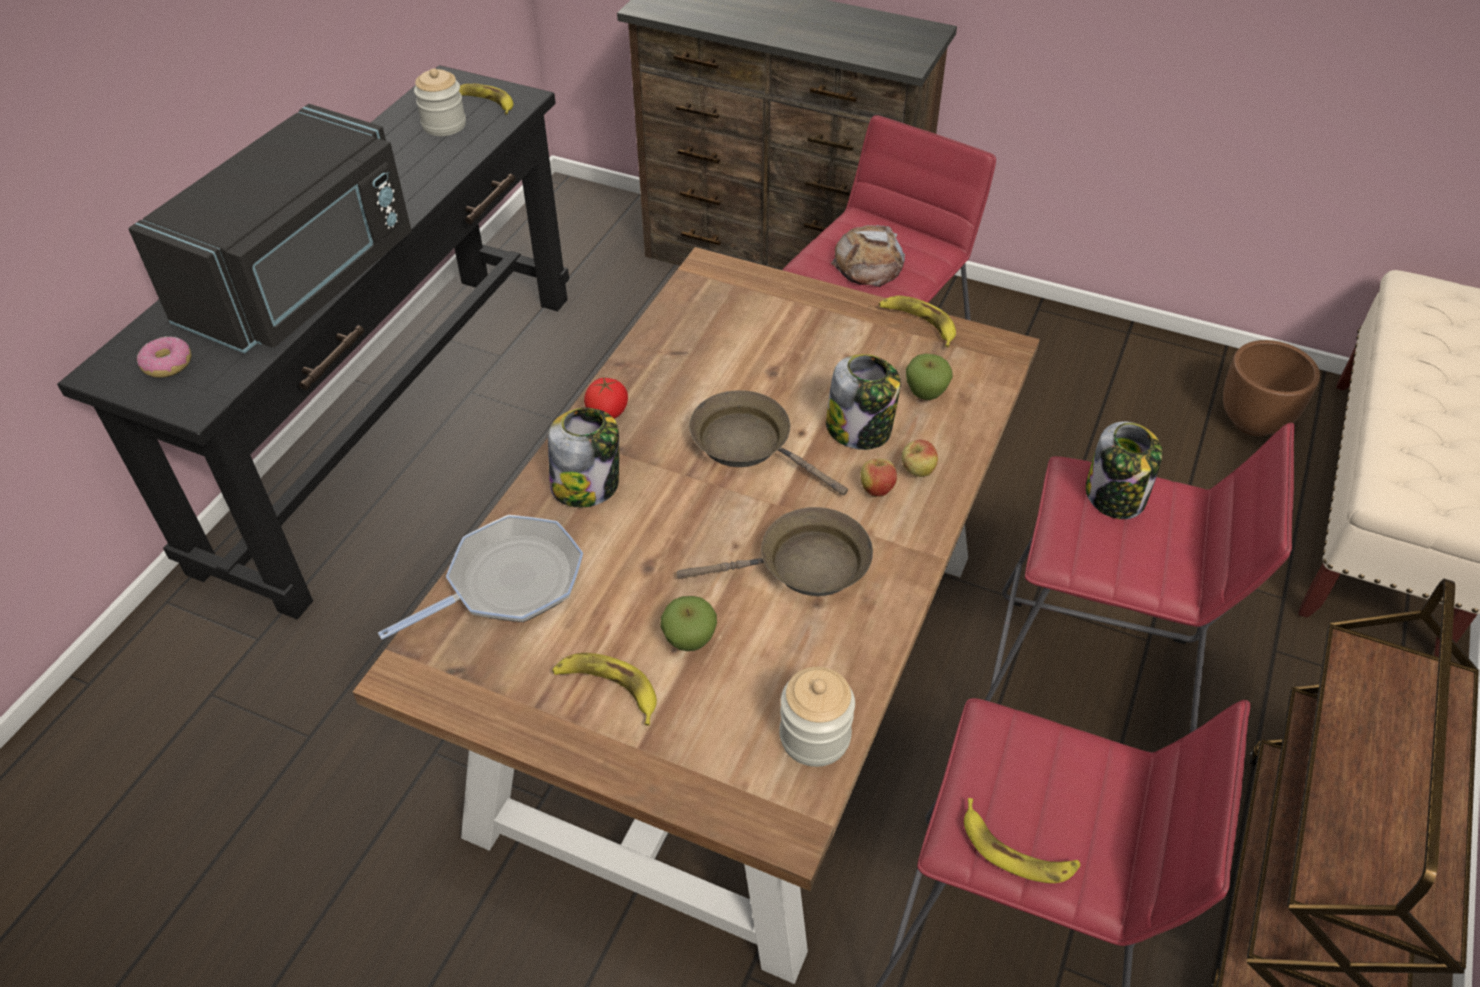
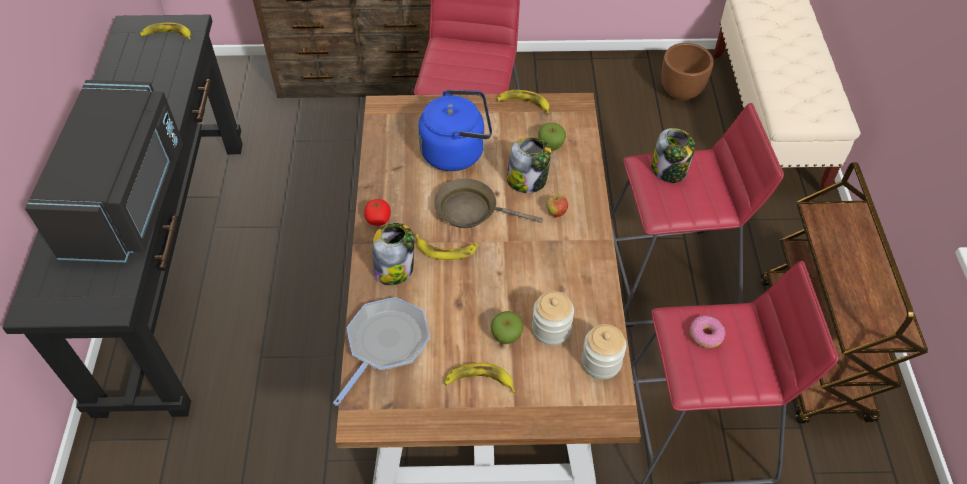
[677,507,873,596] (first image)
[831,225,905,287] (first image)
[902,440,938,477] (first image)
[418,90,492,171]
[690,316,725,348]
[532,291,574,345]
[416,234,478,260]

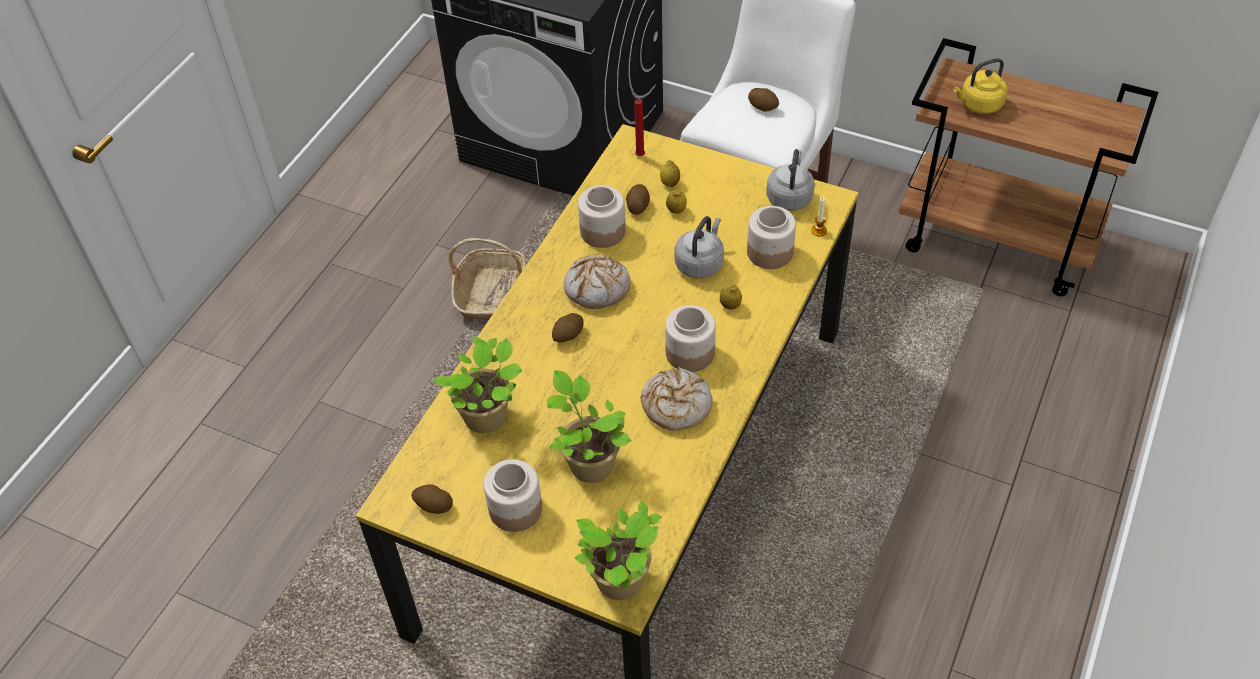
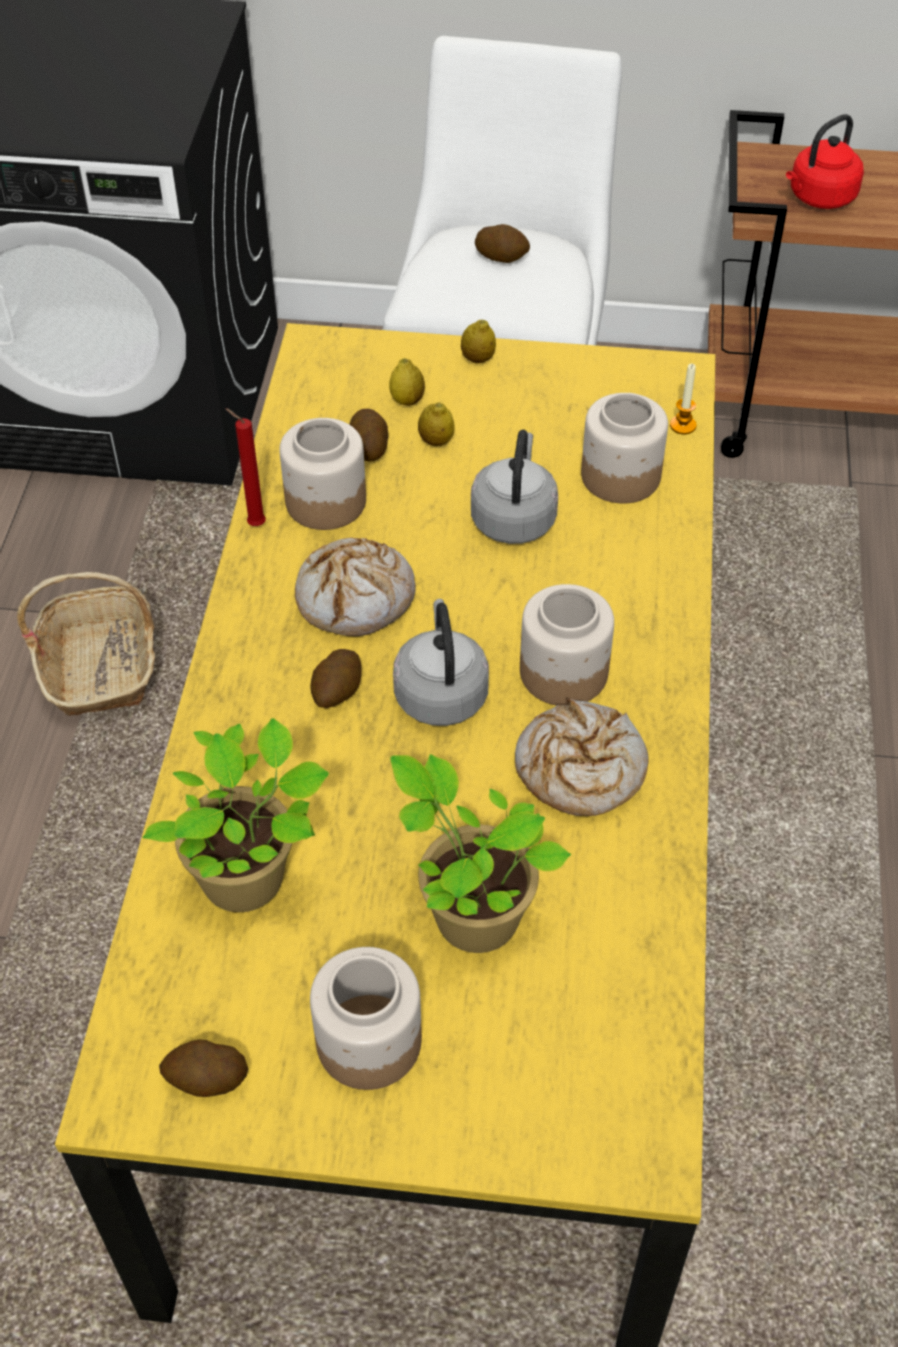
[575,501,662,600] (first image)
[225,408,266,526]
[461,319,496,363]
[393,599,489,726]
[786,114,864,209]

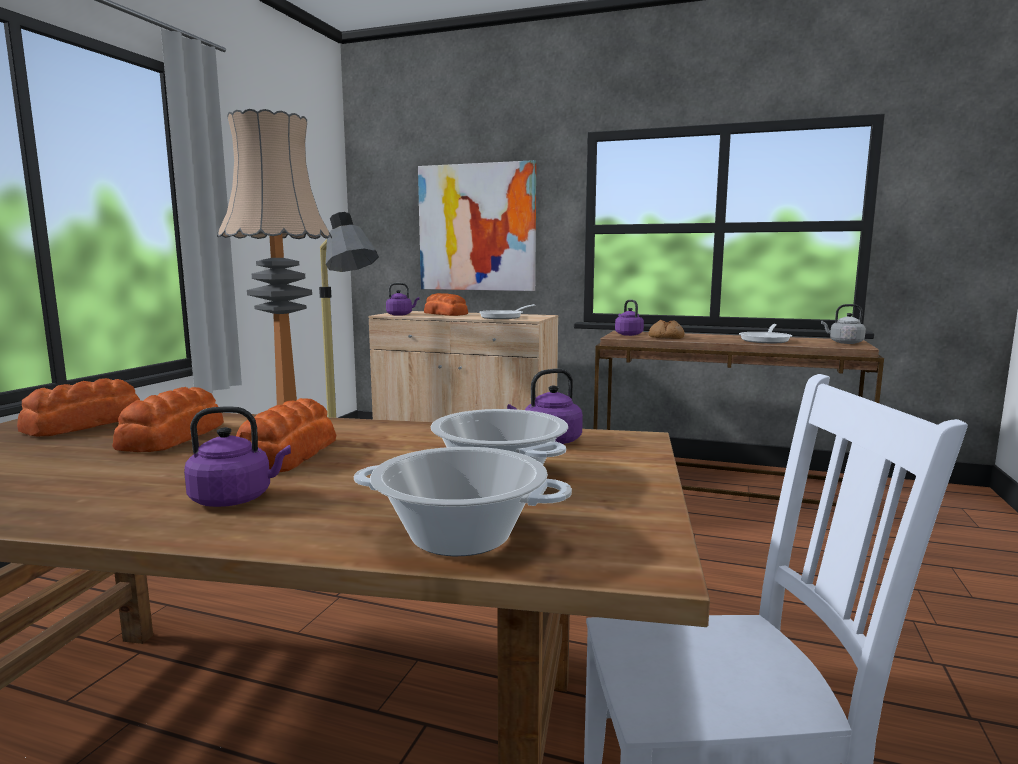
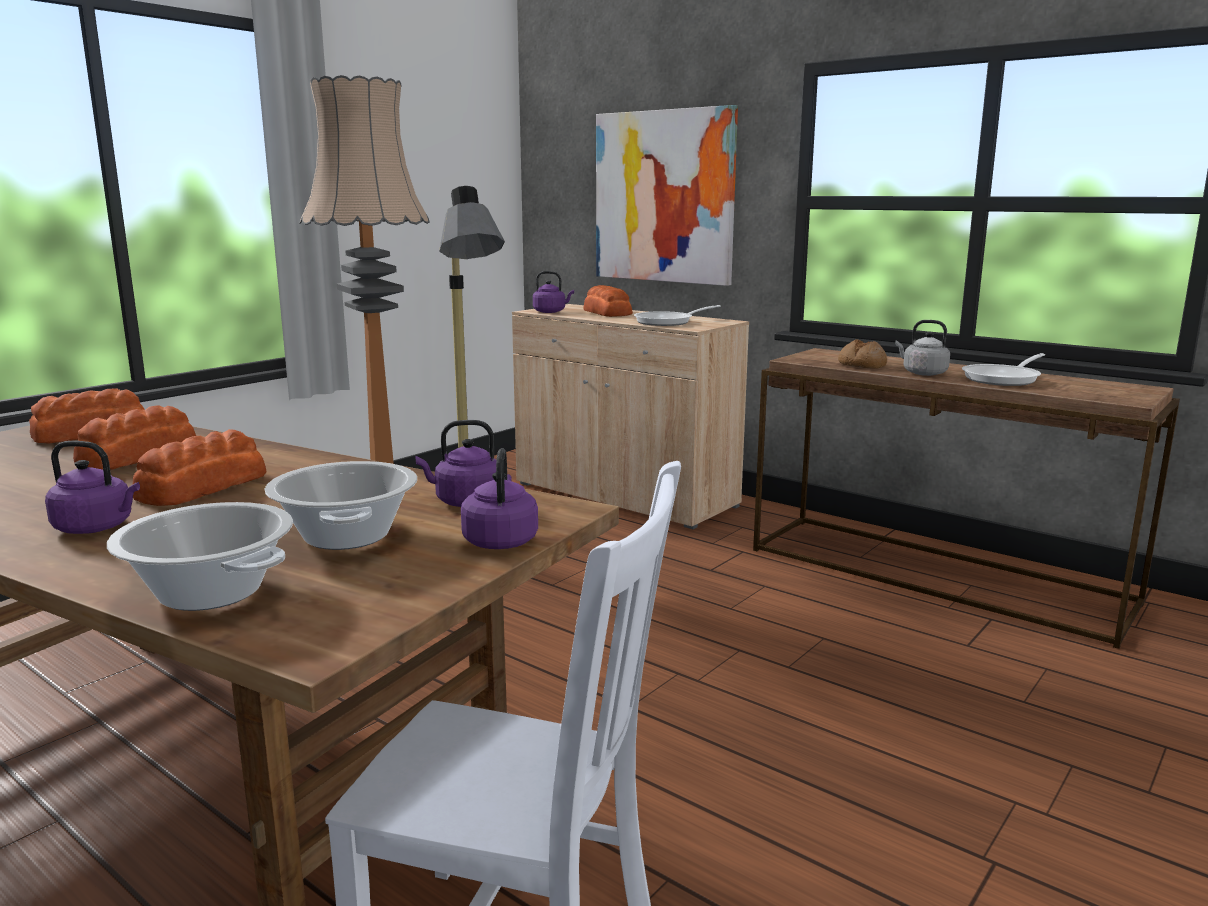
[461,449,538,549]
[895,320,950,376]

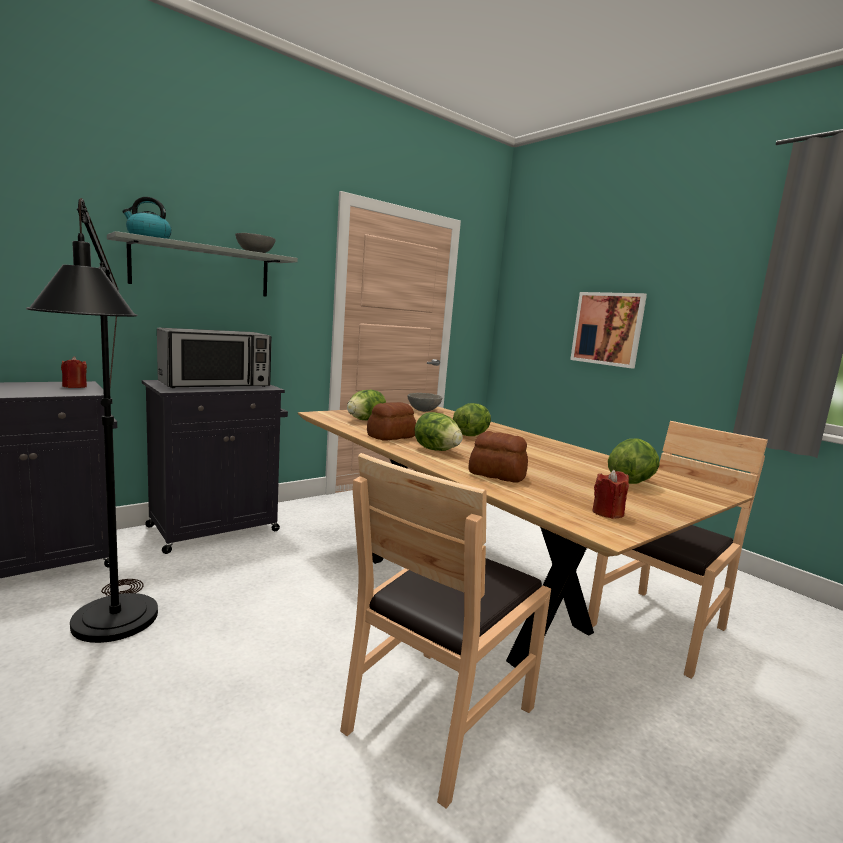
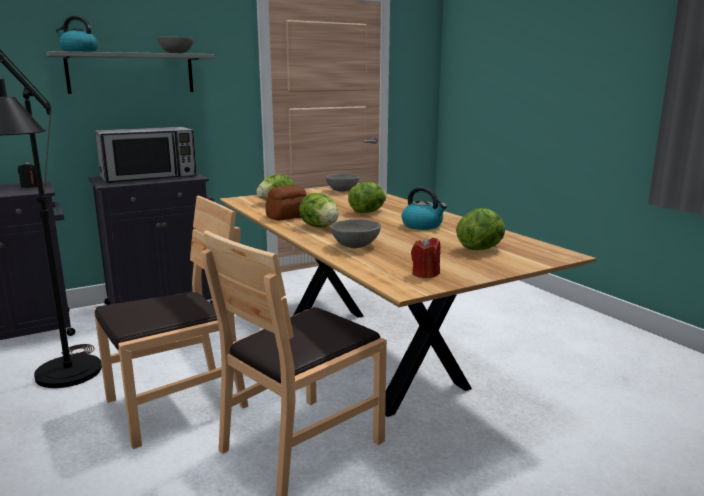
[570,292,647,368] (first image)
[402,187,447,230]
[94,196,249,449]
[330,219,381,248]
[18,161,38,188]

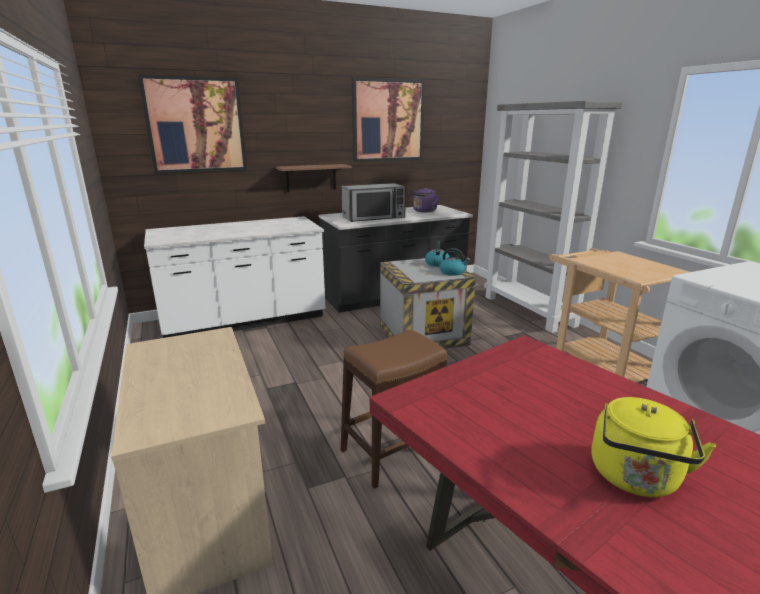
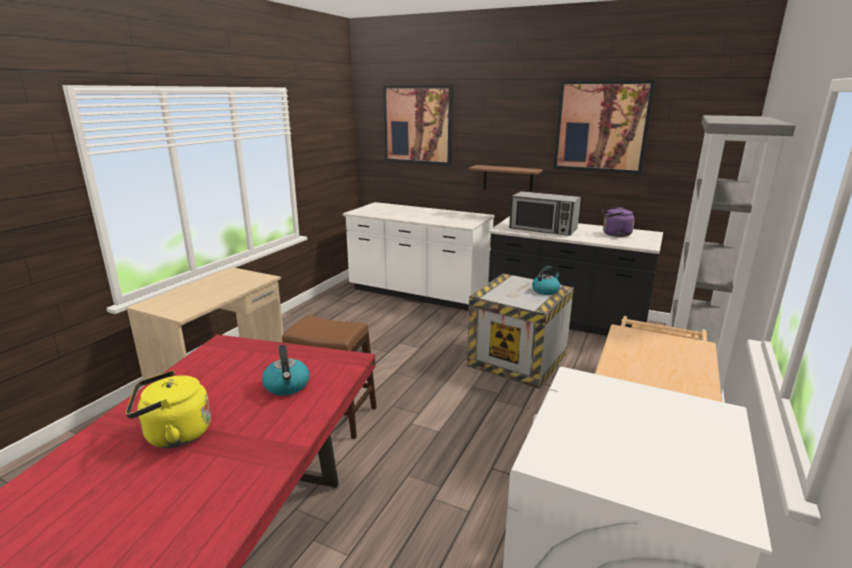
[262,345,309,396]

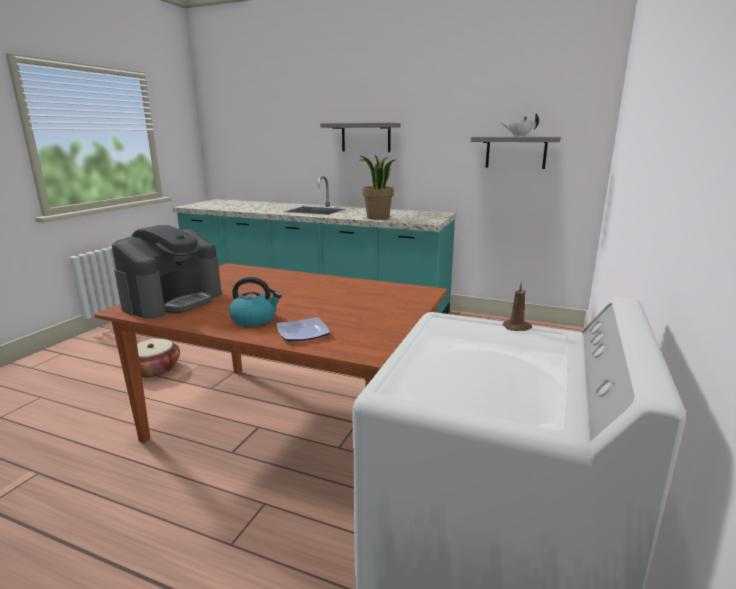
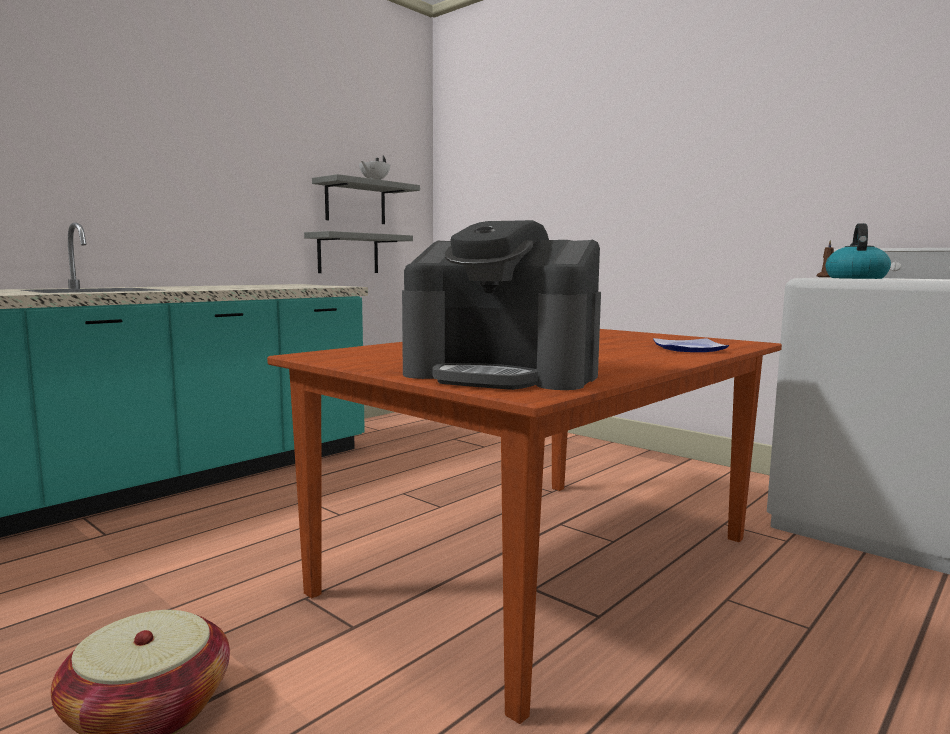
[359,155,397,220] (first image)
[826,223,891,279]
[304,231,413,273]
[402,220,601,390]

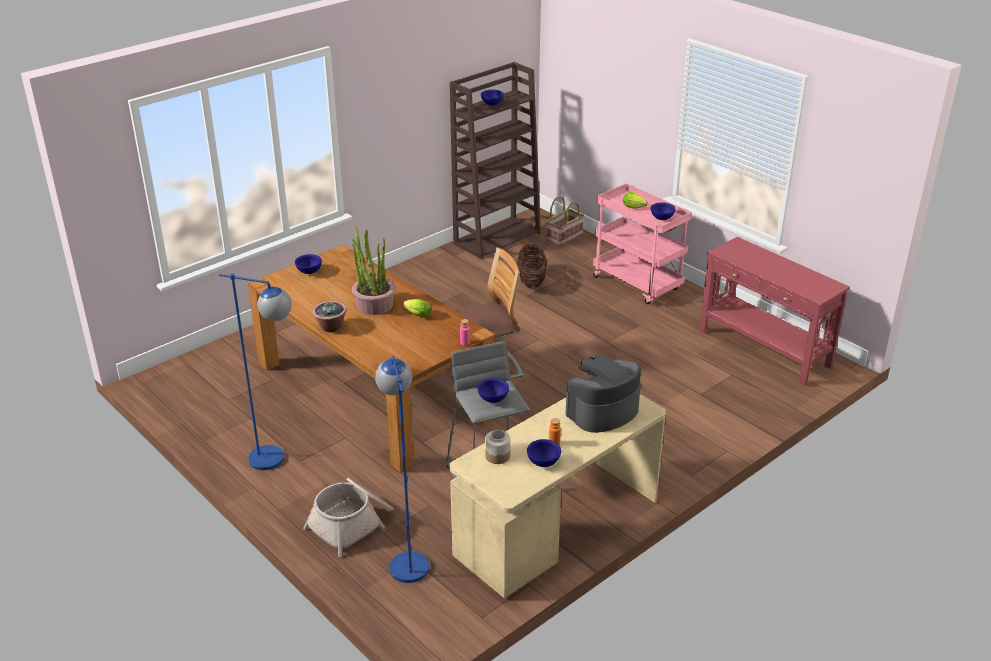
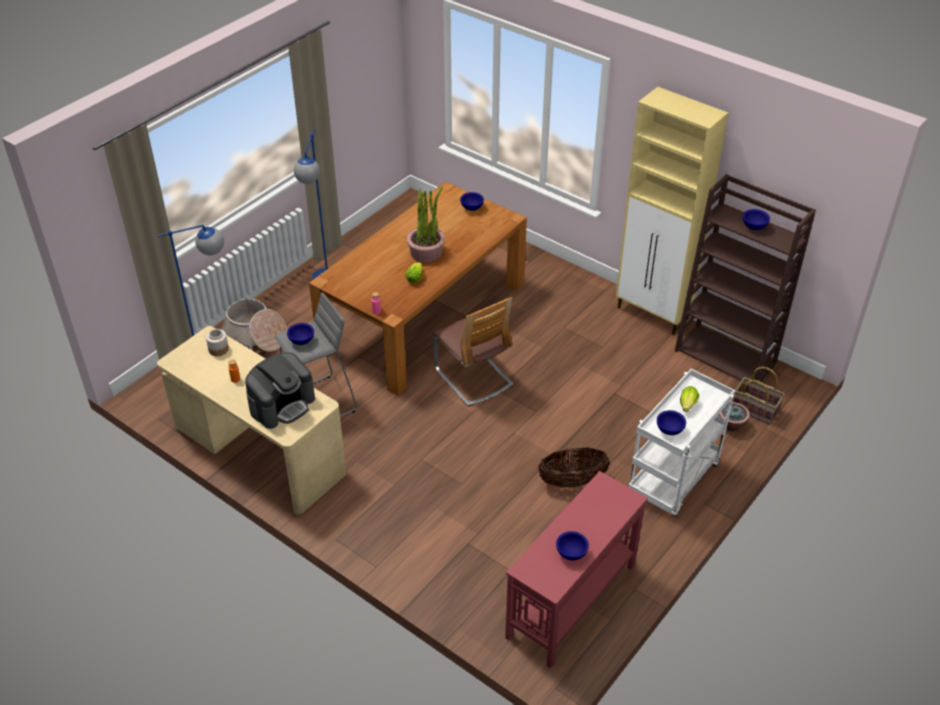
[616,87,728,335]
[719,402,750,431]
[538,448,610,488]
[556,531,589,560]
[628,369,735,517]
[245,352,315,429]

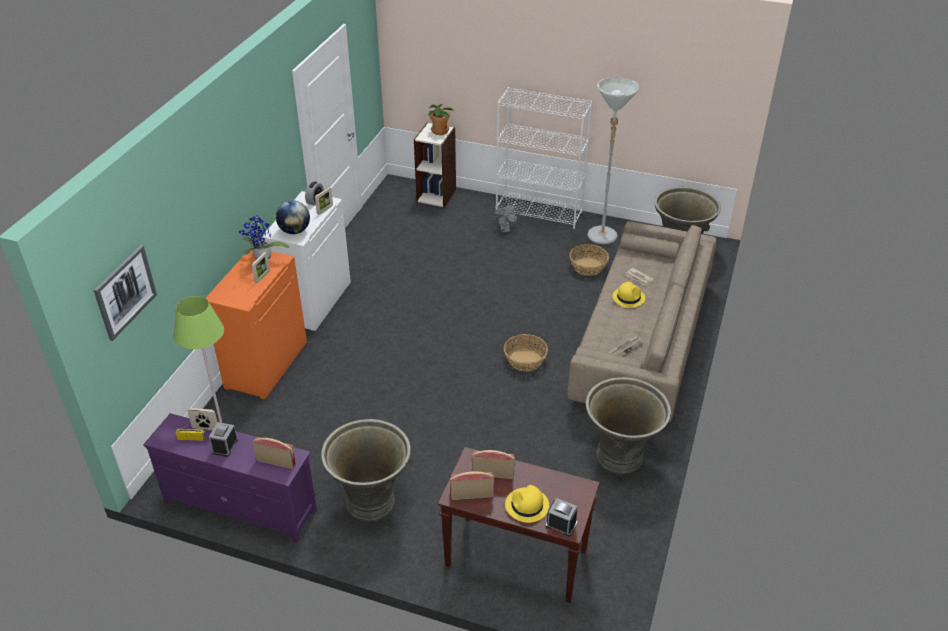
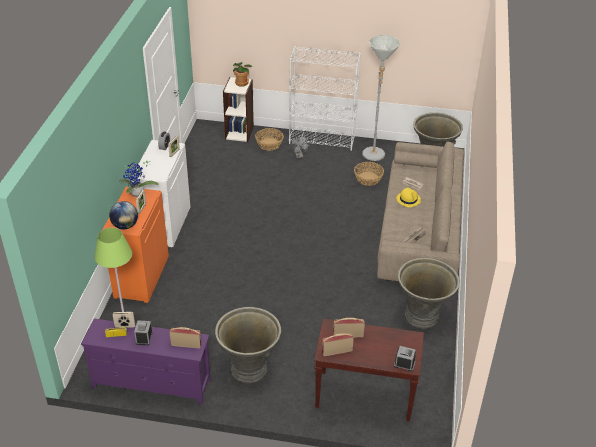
[94,245,157,341] (first image)
[505,485,549,523] (first image)
[109,201,138,229]
[255,128,284,151]

